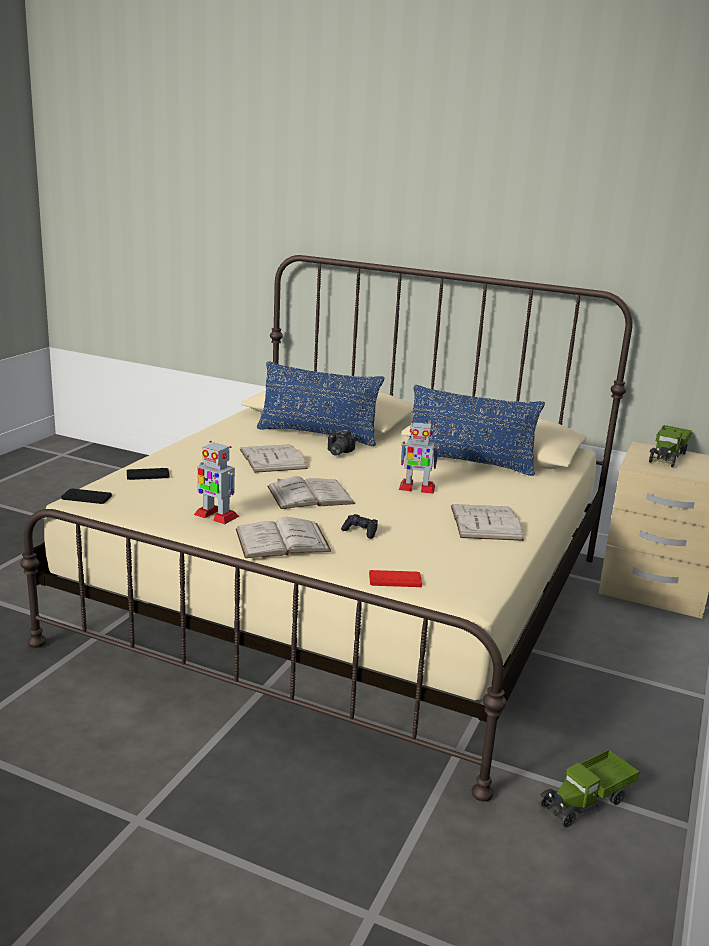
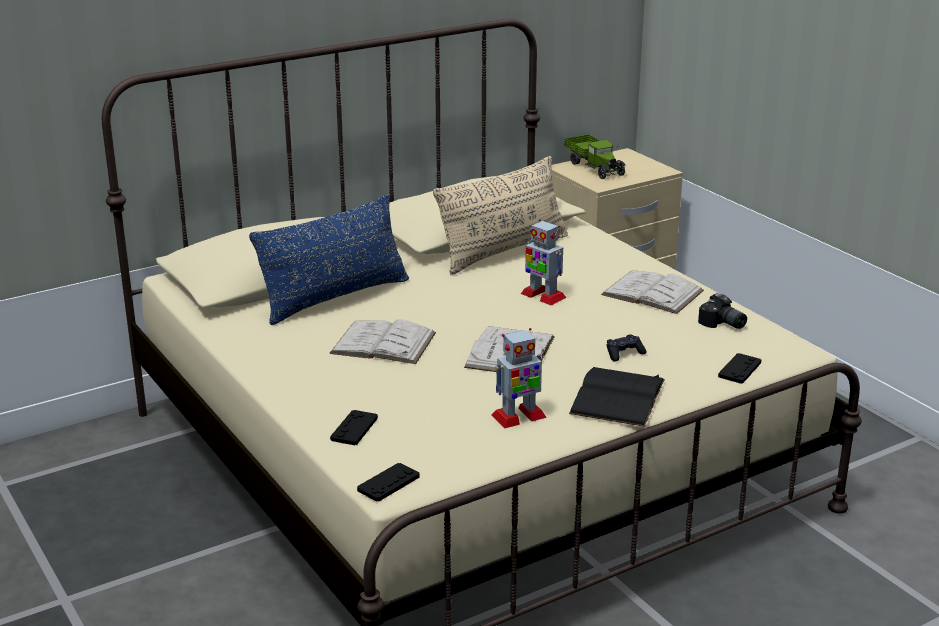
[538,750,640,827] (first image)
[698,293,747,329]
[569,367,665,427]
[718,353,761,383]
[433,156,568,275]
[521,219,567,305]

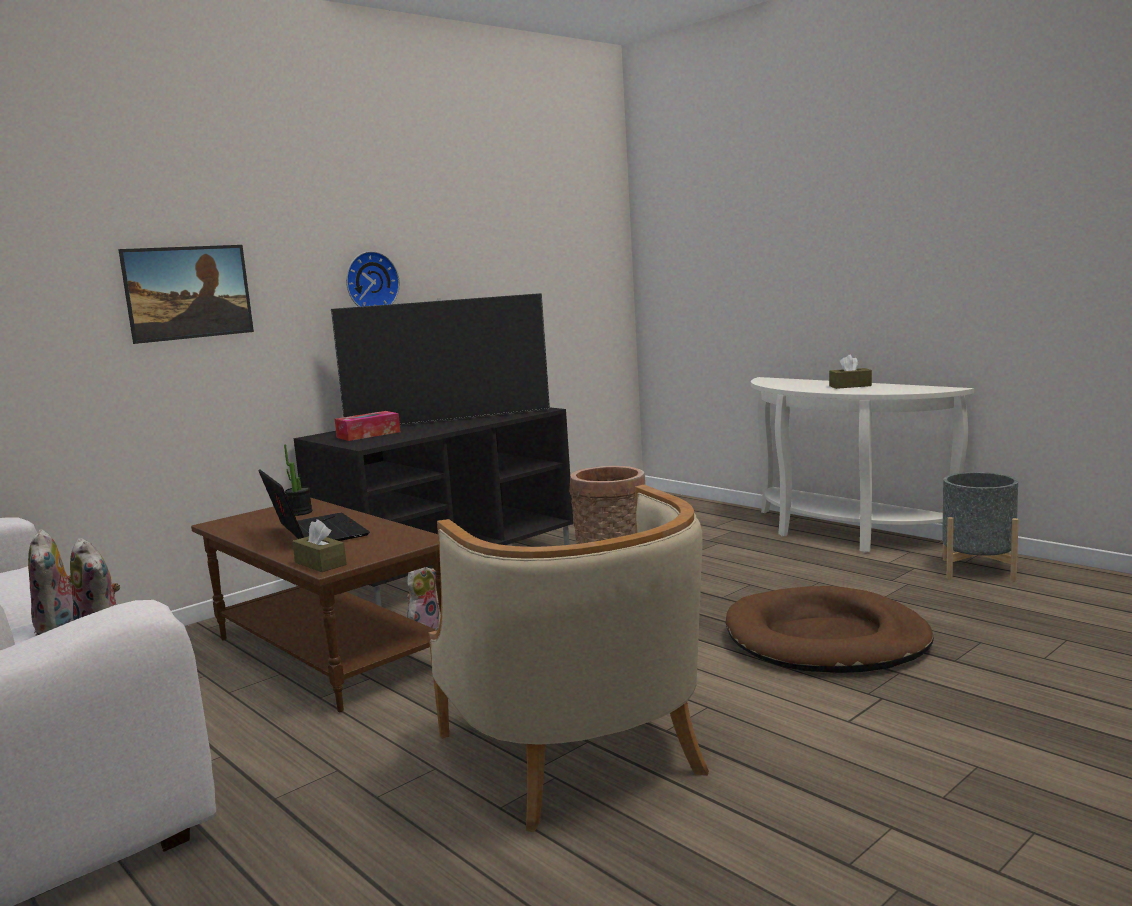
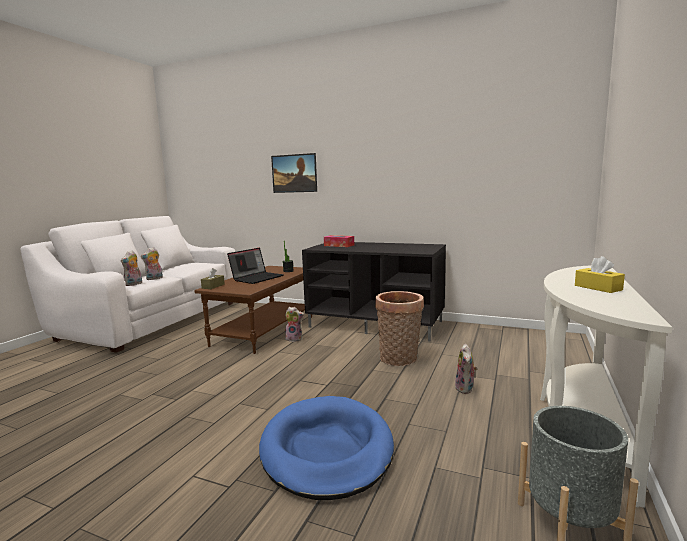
[331,293,550,425] (first image)
[346,251,400,307] (first image)
[428,485,709,832] (first image)
[454,344,477,394]
[259,396,394,500]
[575,256,625,293]

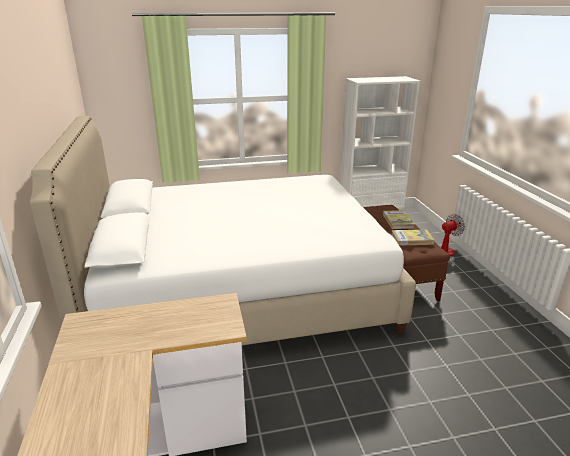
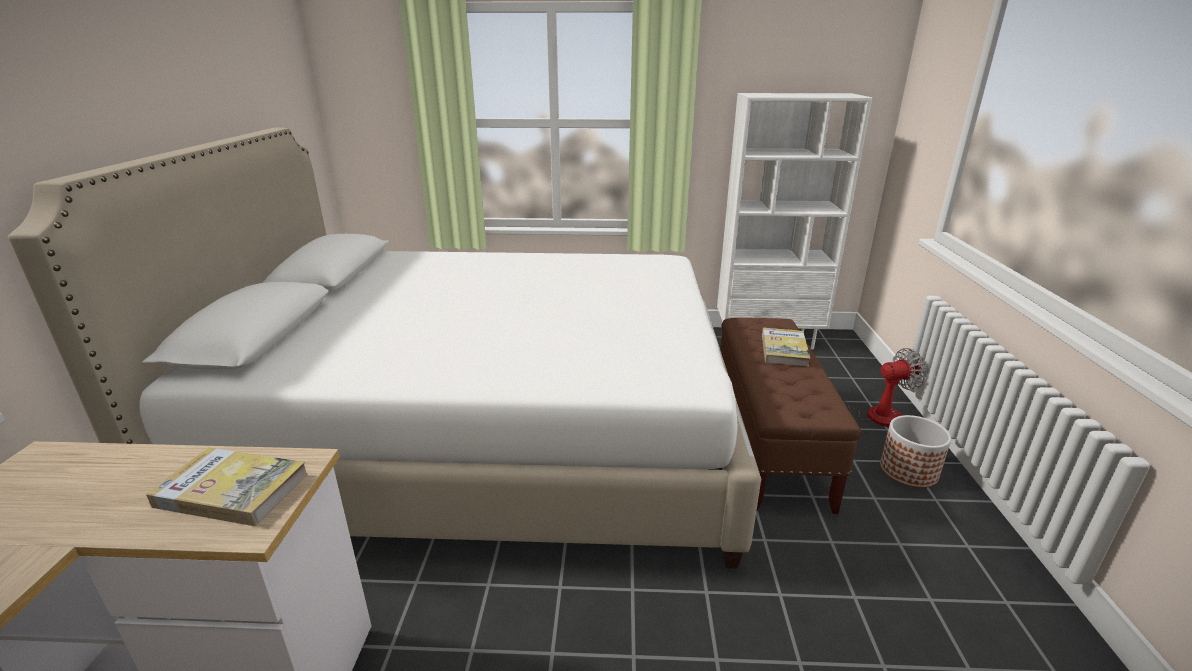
[880,415,951,488]
[146,447,308,526]

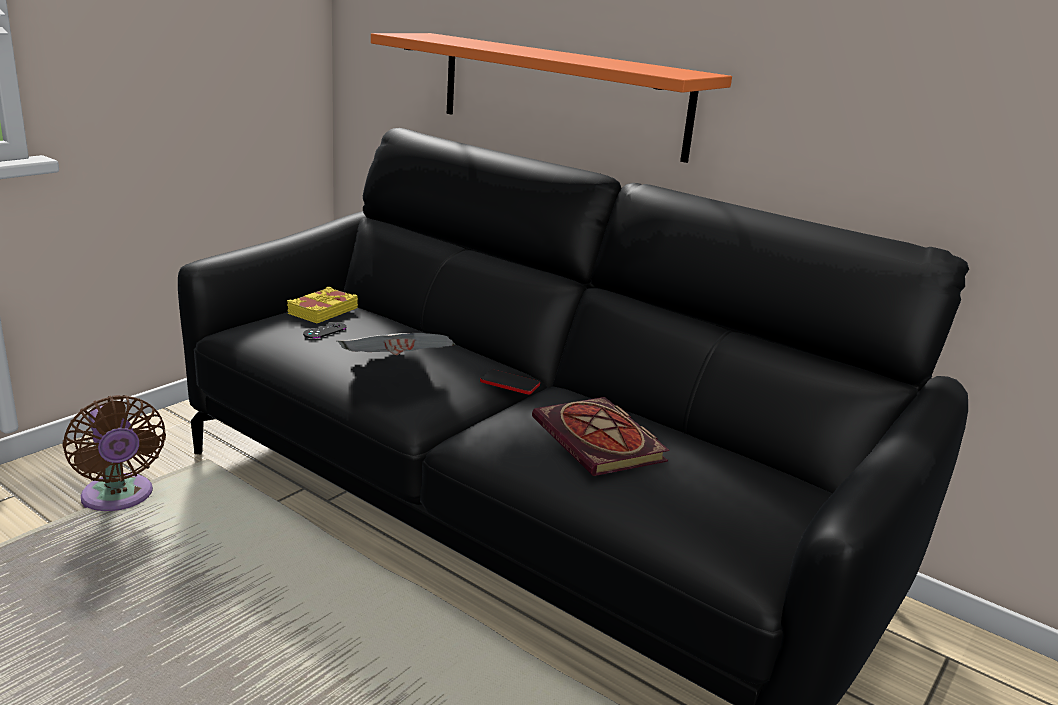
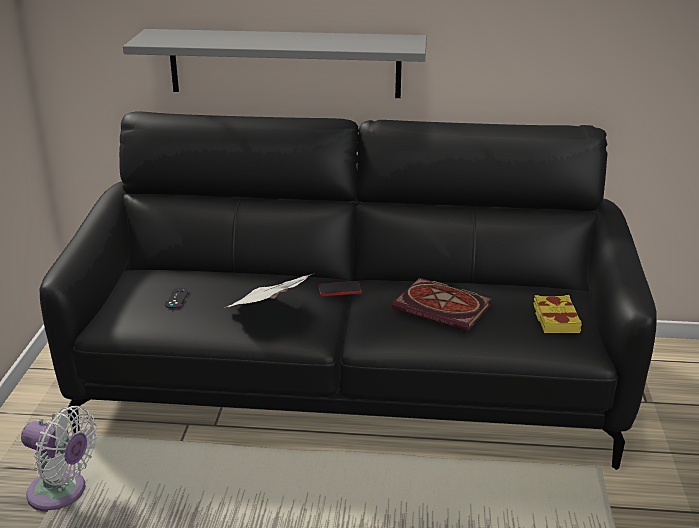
[533,295,582,333]
[21,406,97,512]
[123,29,427,98]

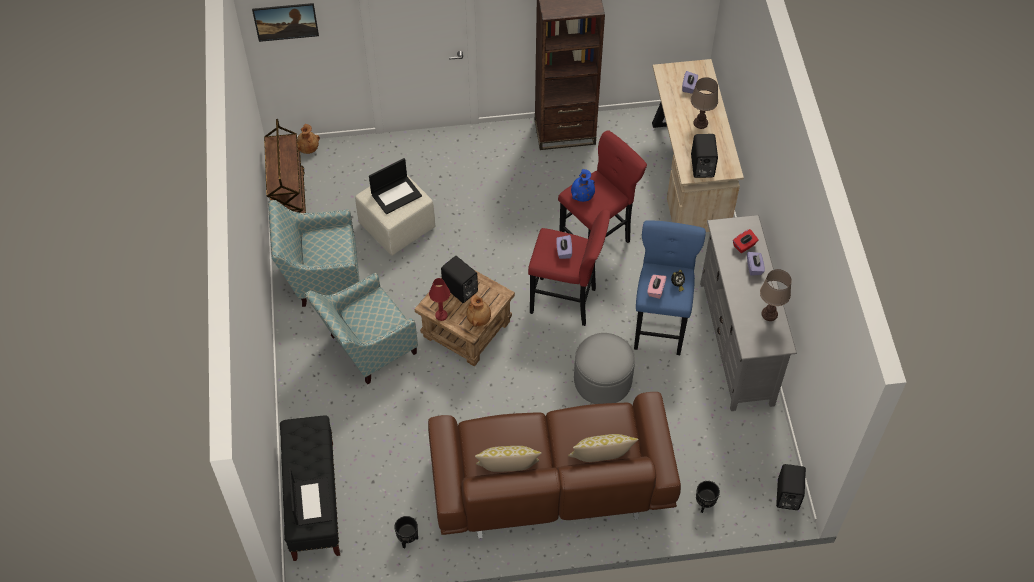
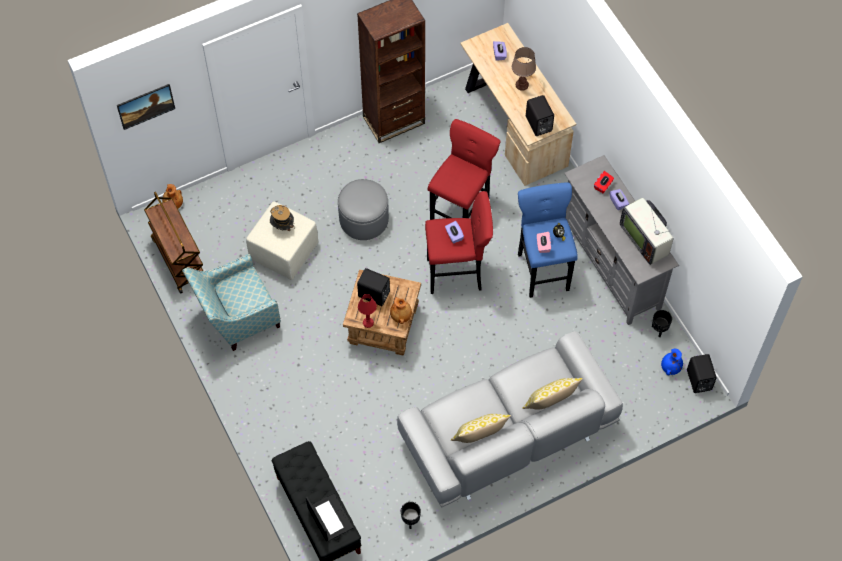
[304,273,418,384] (first image)
[661,349,683,375]
[338,179,389,240]
[652,310,672,337]
[270,205,295,231]
[620,198,673,265]
[397,331,623,508]

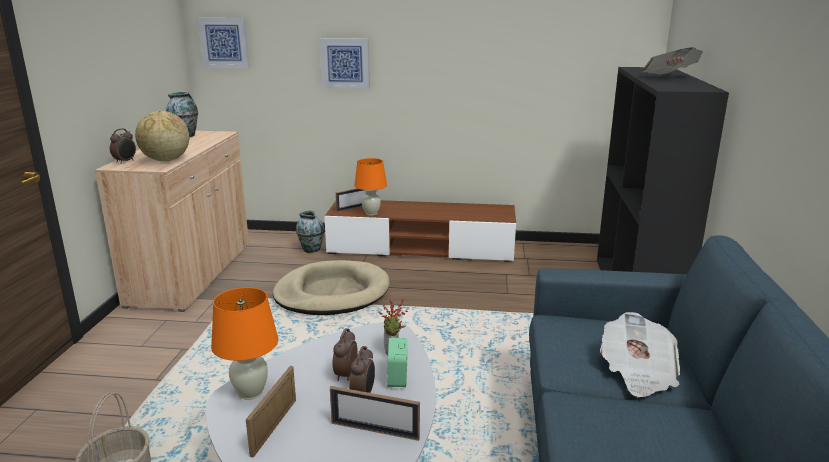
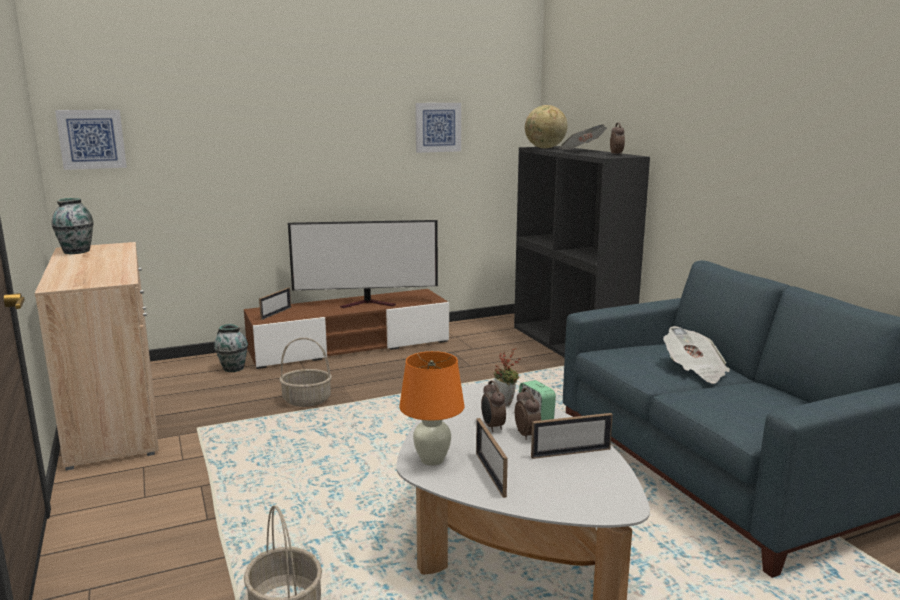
[354,158,387,216] (first image)
[288,220,438,308]
[610,123,625,155]
[525,105,567,148]
[415,103,461,153]
[279,338,332,407]

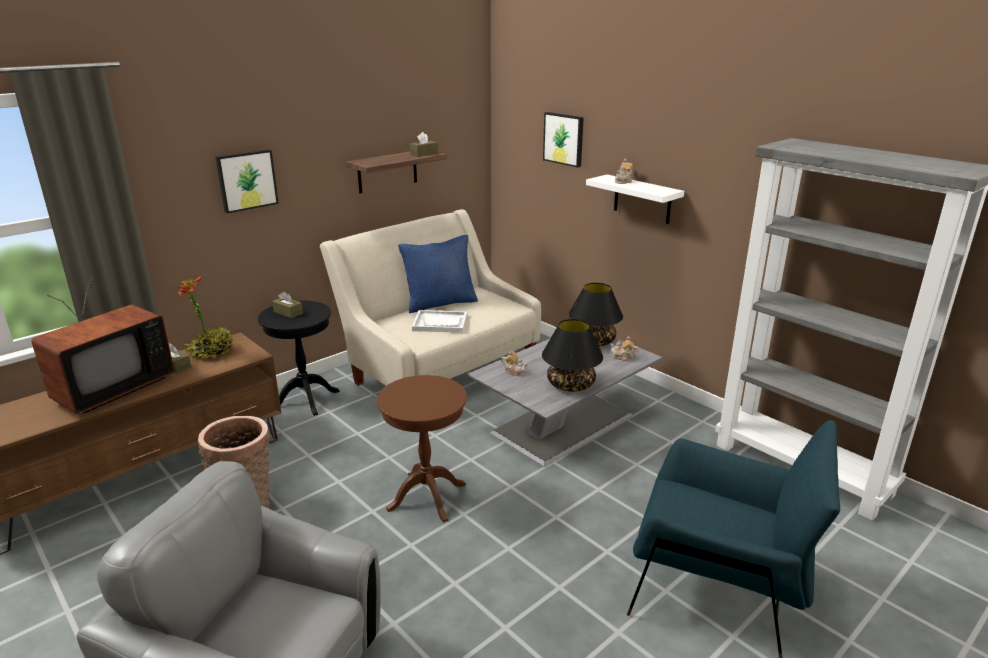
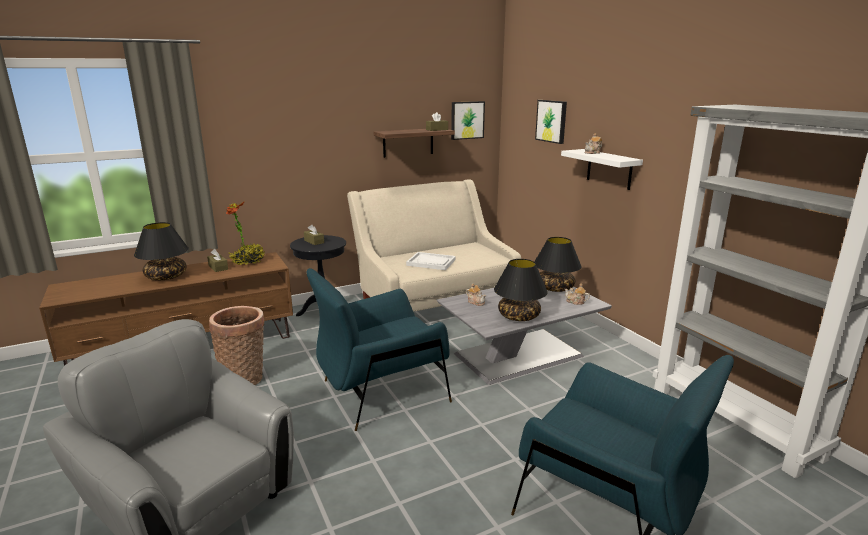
[398,235,478,313] (first image)
[451,101,485,140]
[134,222,189,280]
[307,268,452,431]

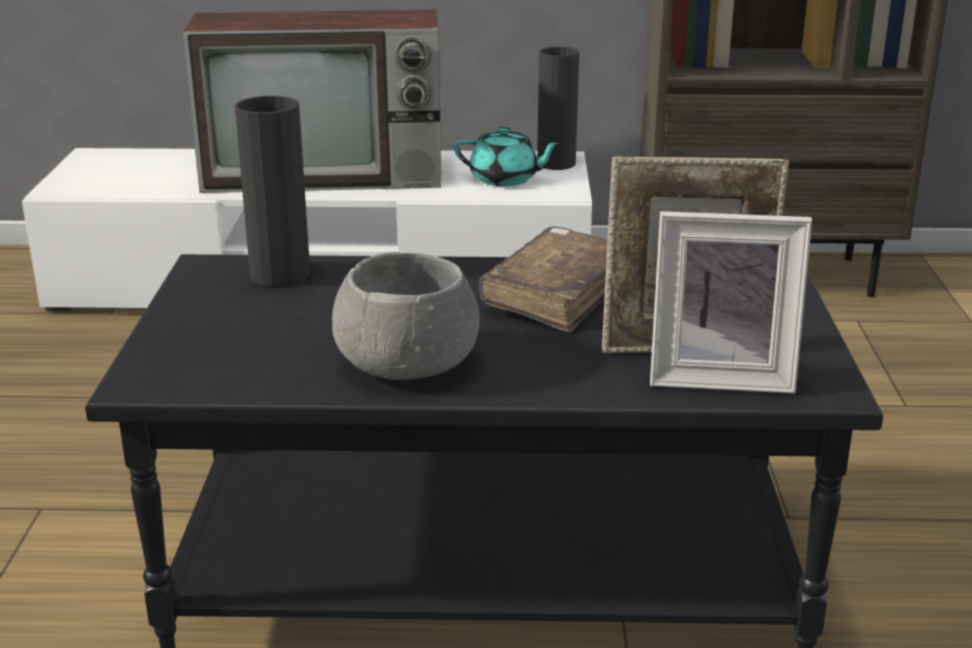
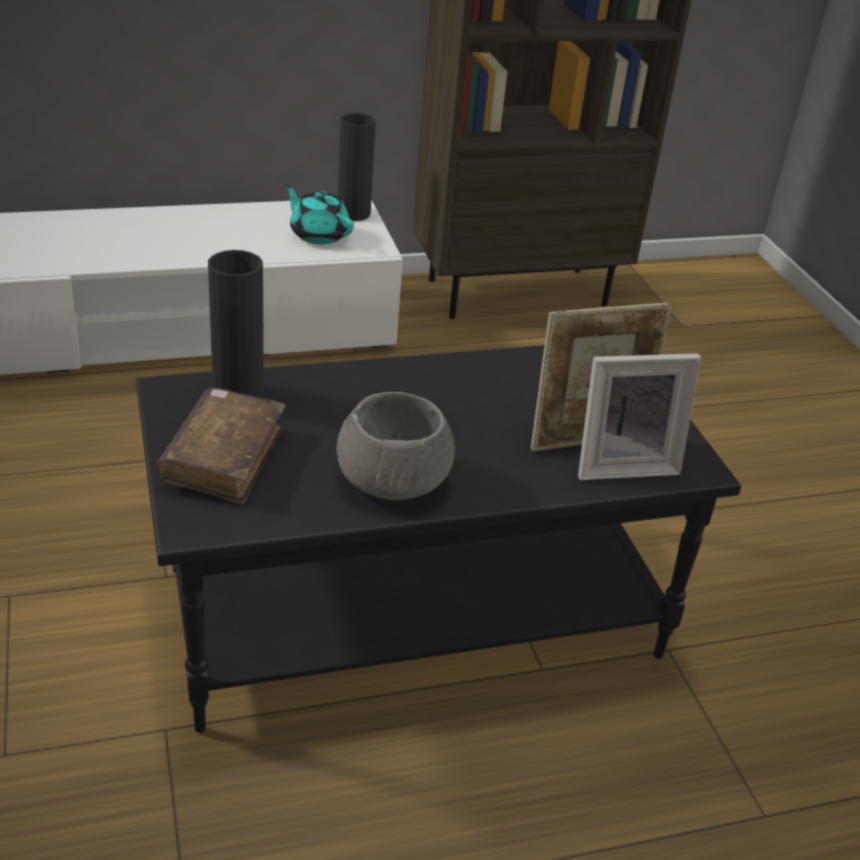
[183,10,441,193] (first image)
[156,387,285,505]
[285,185,354,244]

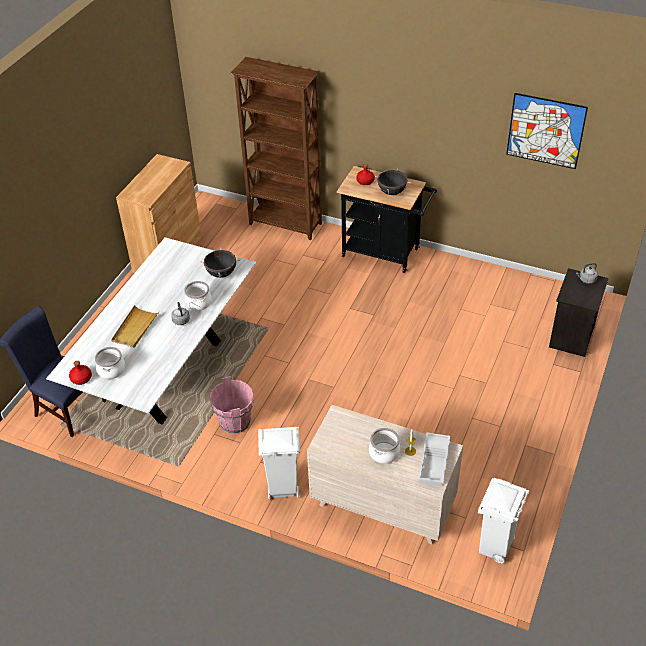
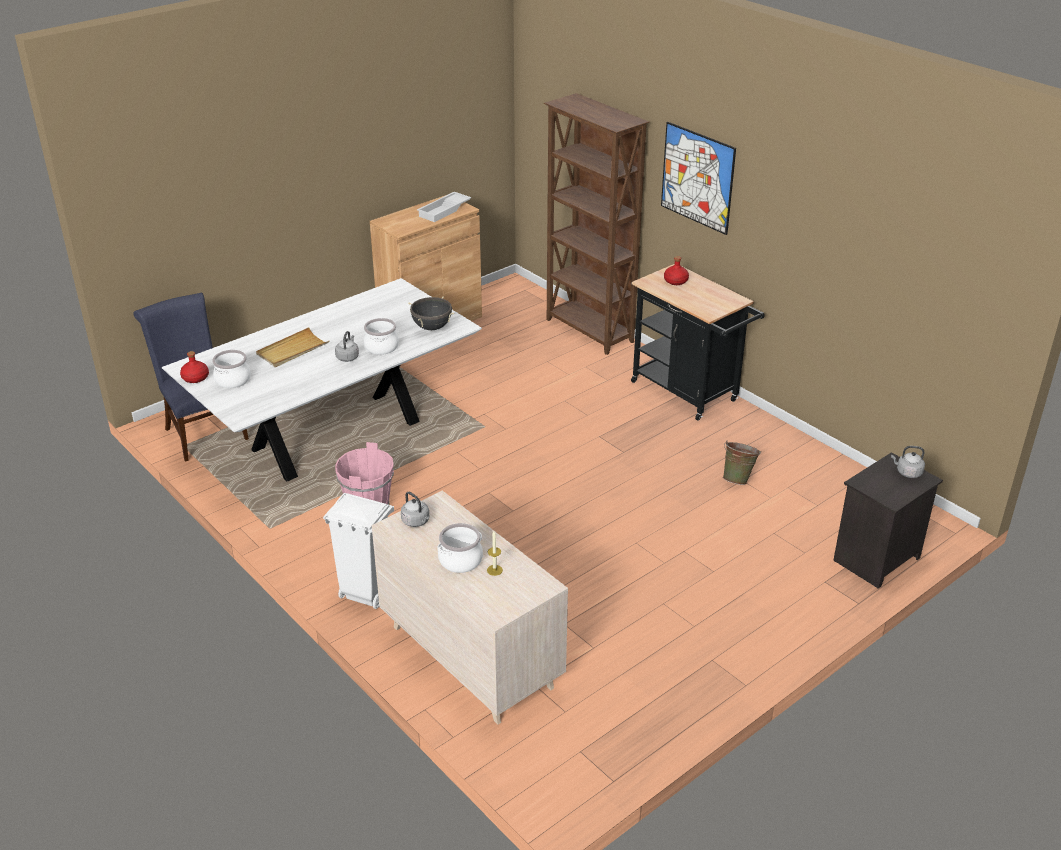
[375,169,411,195] (first image)
[478,478,529,564] (first image)
[401,492,429,527]
[723,441,761,485]
[417,192,472,222]
[661,122,736,235]

